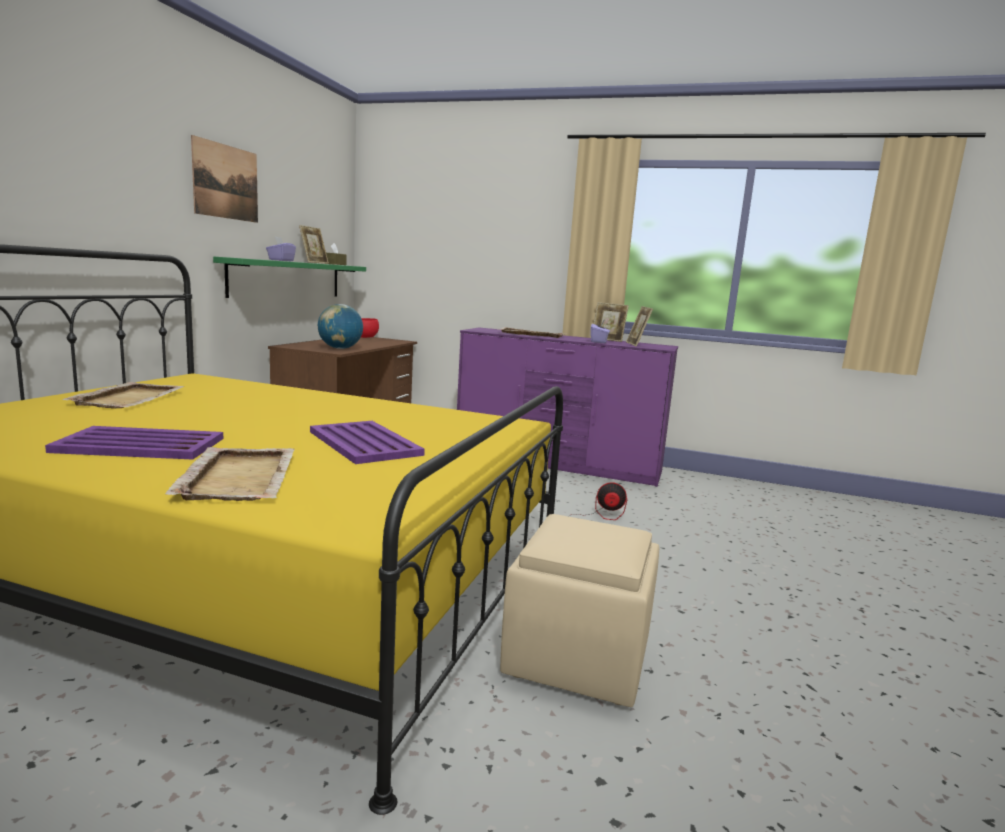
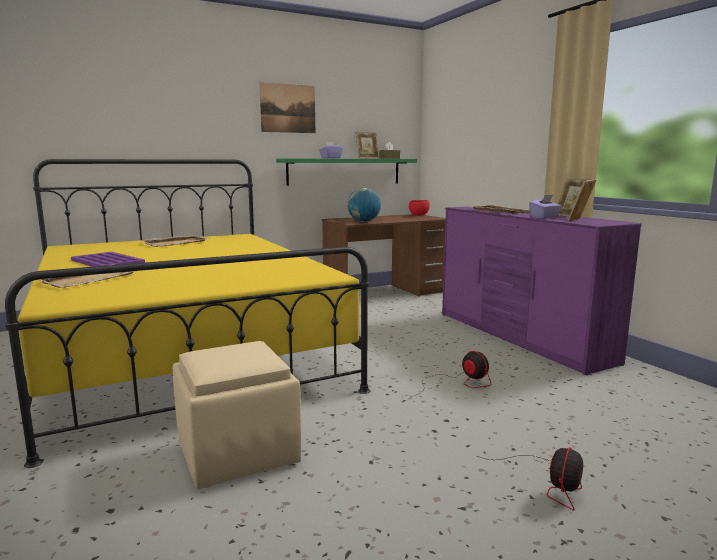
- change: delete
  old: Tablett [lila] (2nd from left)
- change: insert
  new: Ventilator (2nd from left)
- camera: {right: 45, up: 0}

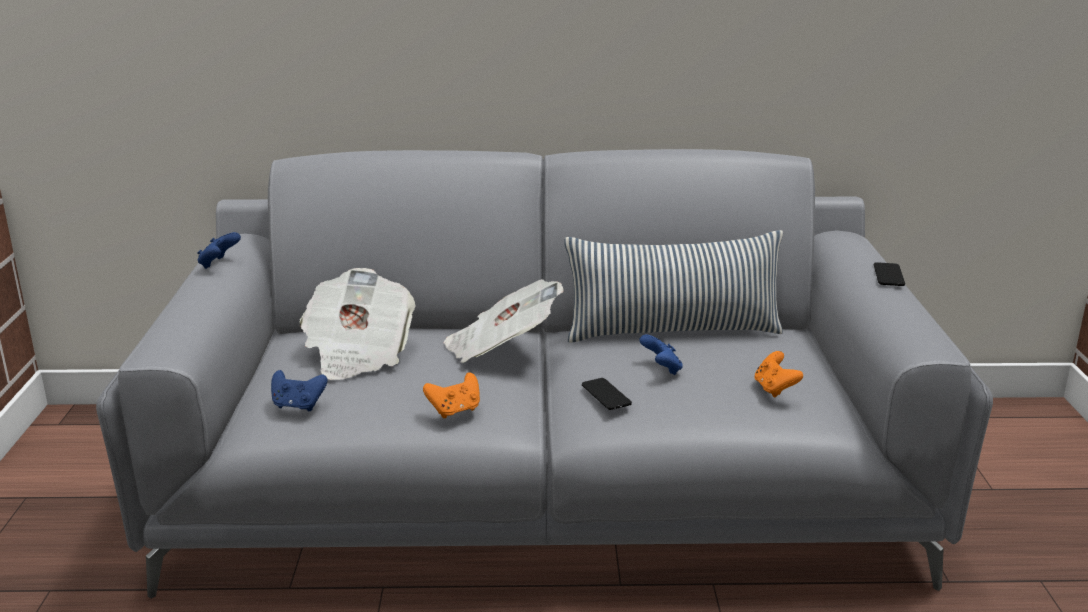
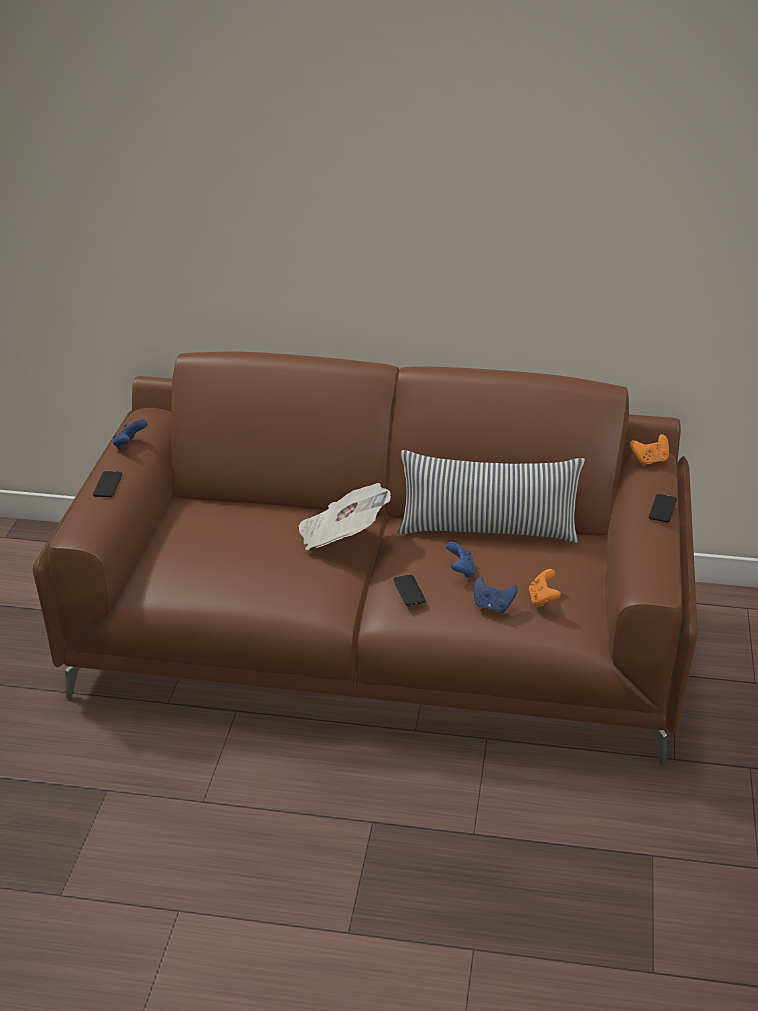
- change: recolor
  old: Sofa [grau]
  new: Sofa [braun]
- change: delete
  old: Zeitung (1st from left)
- change: move
  old: Gamepad [blau] (2nd from left in the first image)
  new: Gamepad [blau] (3rd from left)
- change: move
  old: Gamepad [orange] (1st from left in the first image)
  new: Gamepad [orange] (2nd from left)
- change: insert
  new: Handy (1st from left)
- camera: {right: 10, up: 10}

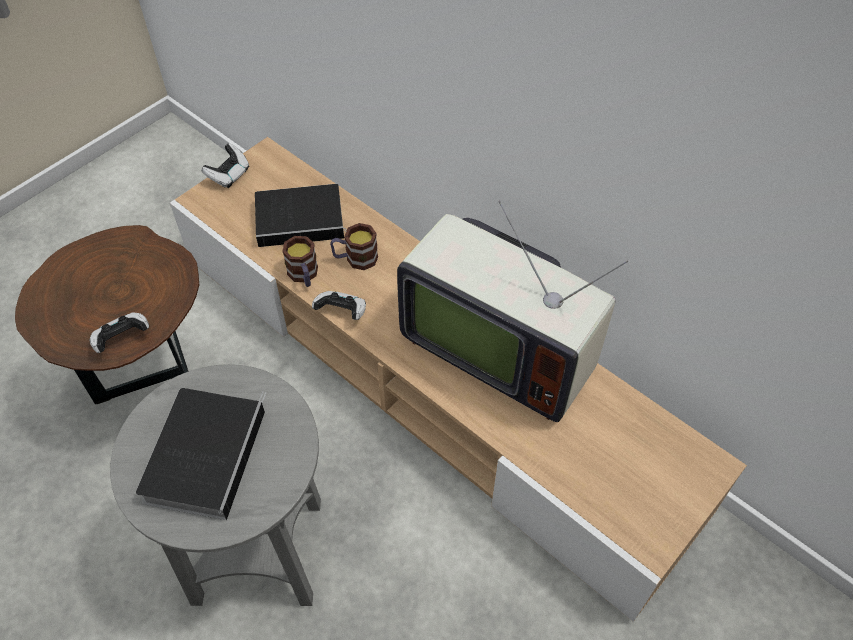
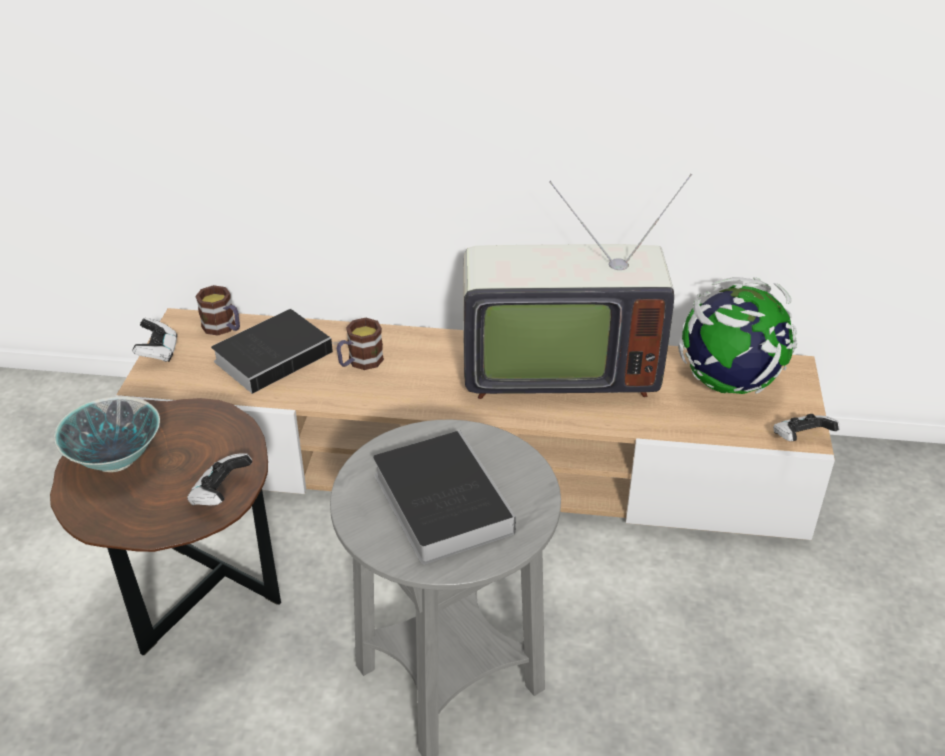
- change: move
  old: Henkelbecher (1st from left)
- change: move
  old: Gamepad (3rd from left)
- change: insert
  new: Globus
- change: insert
  new: Schüssel
- camera: {right: -35, up: -15}

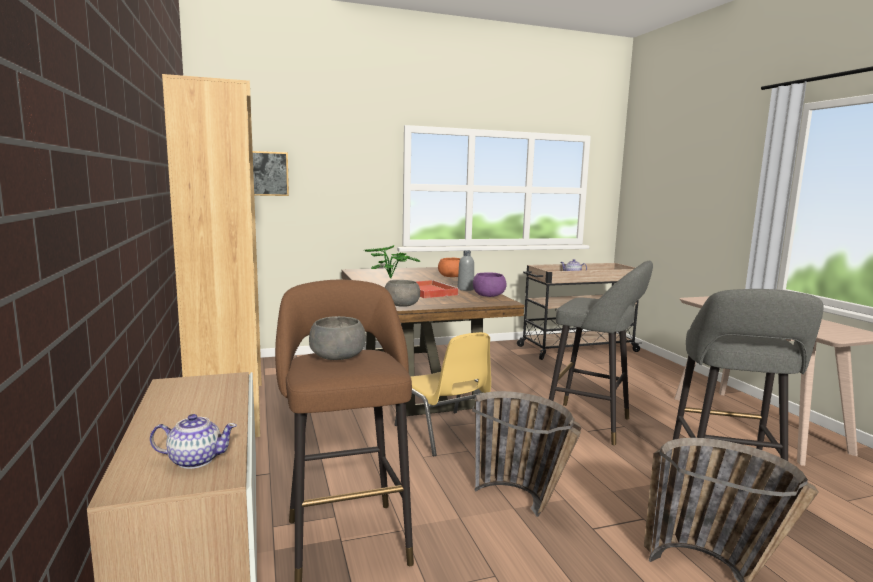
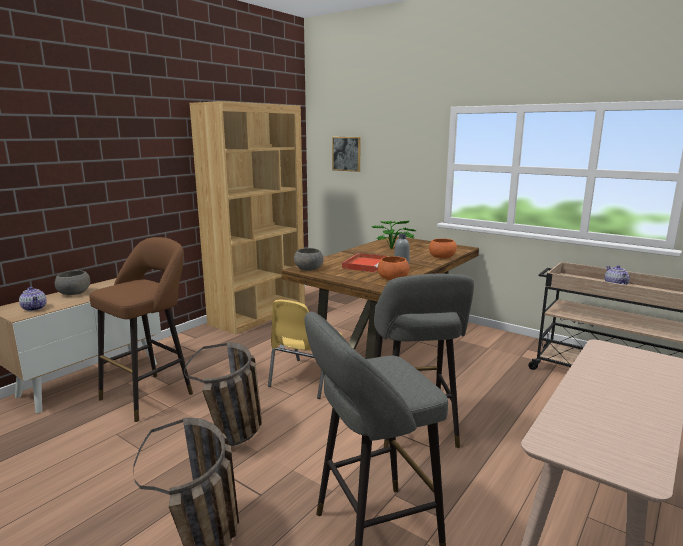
- change: recolor
  old: Schüssel [lila]
  new: Schüssel [orange] (1st from left)
- change: move
  old: Schüssel [grau] (1st from left)
- camera: {right: 55, up: 5}

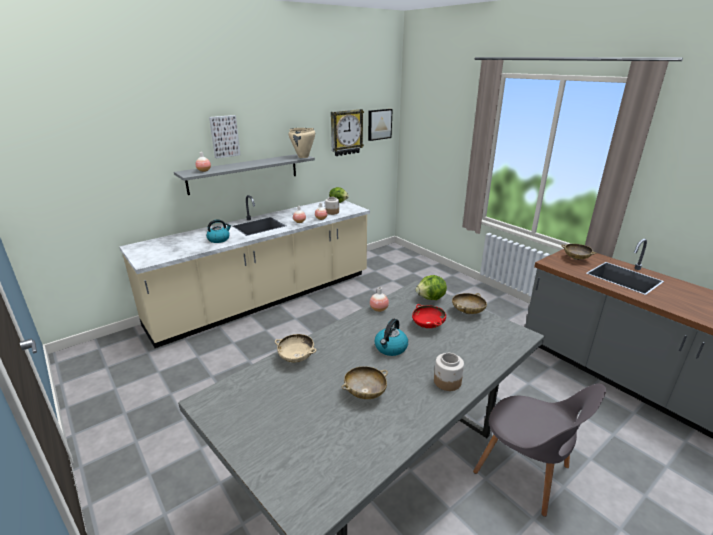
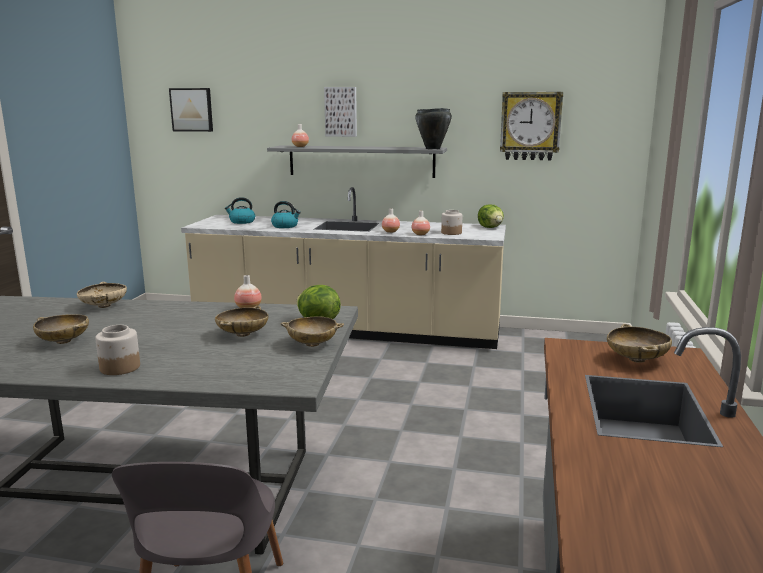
- change: move
  old: Bild (2nd from left in the first image)
  new: Bild (1st from left)
- change: recolor
  old: Kochtopf [beige]
  new: Kochtopf [schwarz]
- change: recolor
  old: Schüssel [rot]
  new: Schüssel [beige] (3rd from left)
- change: move
  old: Wasserkessel (2nd from left in the first image)
  new: Wasserkessel (1st from left)
- camera: {right: 50, up: -10}

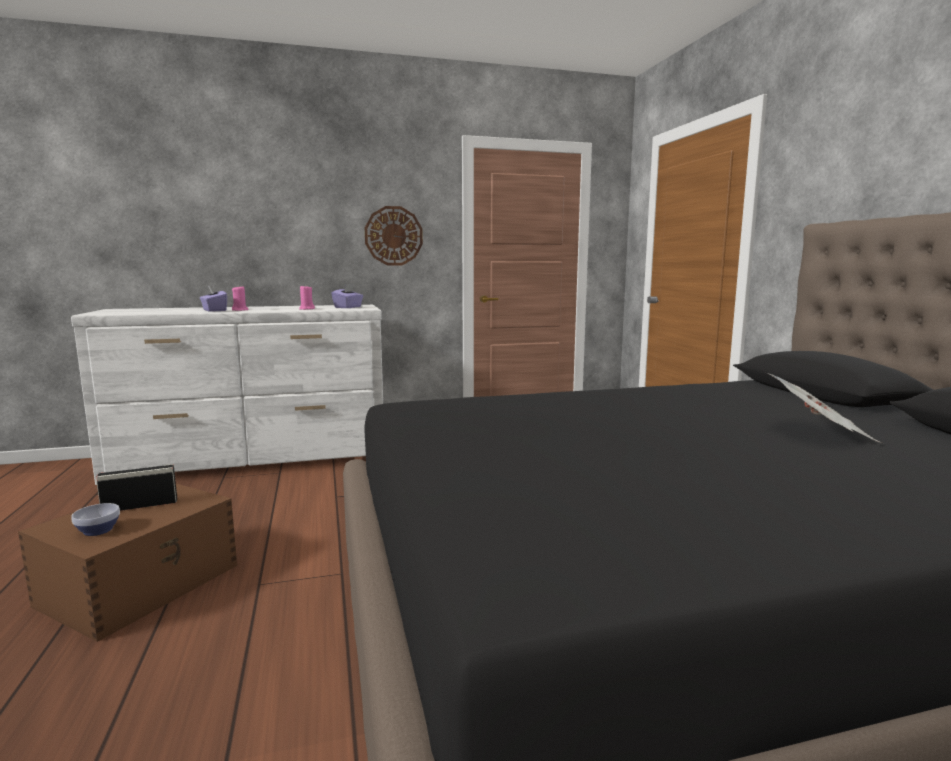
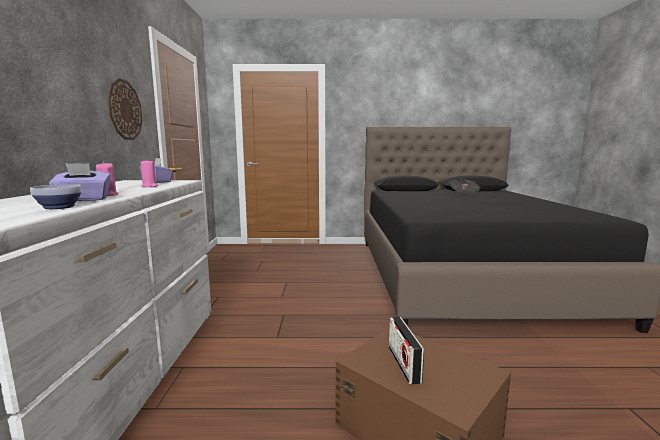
- change: move
  old: Schüssel
- camera: {right: -75, up: 0}

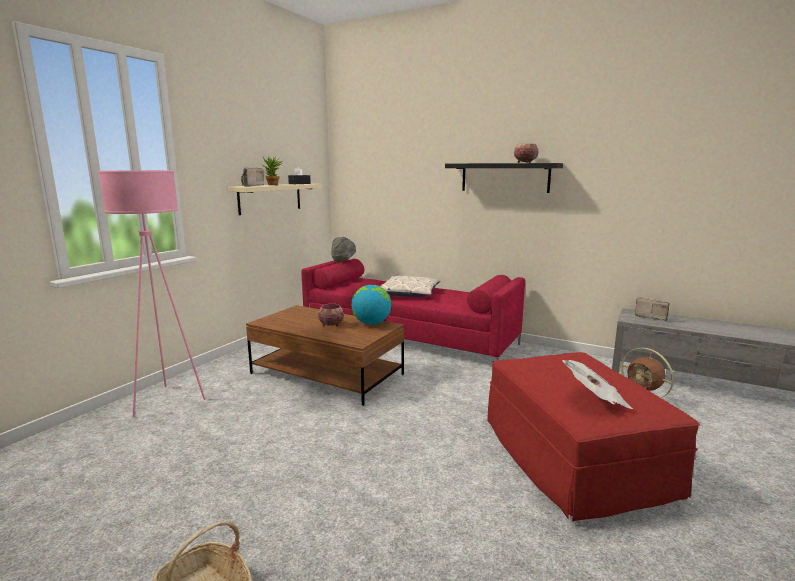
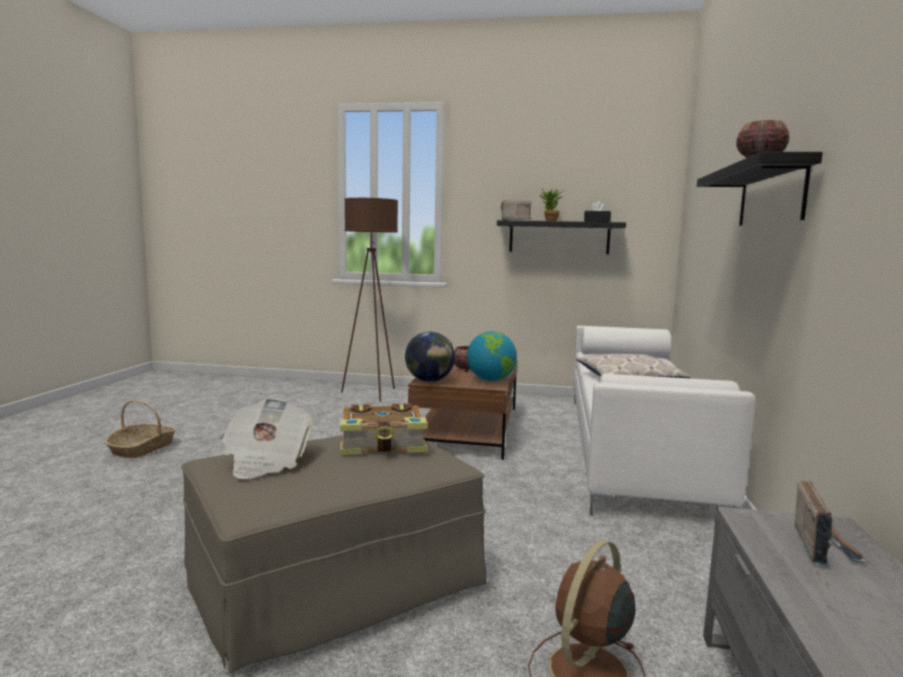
- change: recolor
  old: Stehlampe [rosa]
  new: Stehlampe [braun]
- change: recolor
  old: Wandregal [beige]
  new: Wandregal [schwarz] (1st from left)
- change: delete
  old: Hut [grau]
- change: recolor
  old: Sofa [rot]
  new: Sofa [weiß]
- change: recolor
  old: Polsterhocker [rot]
  new: Polsterhocker [beige]
- change: insert
  new: Globus (1st from left)
- change: insert
  new: Buch
- camera: {right: 70, up: -5}

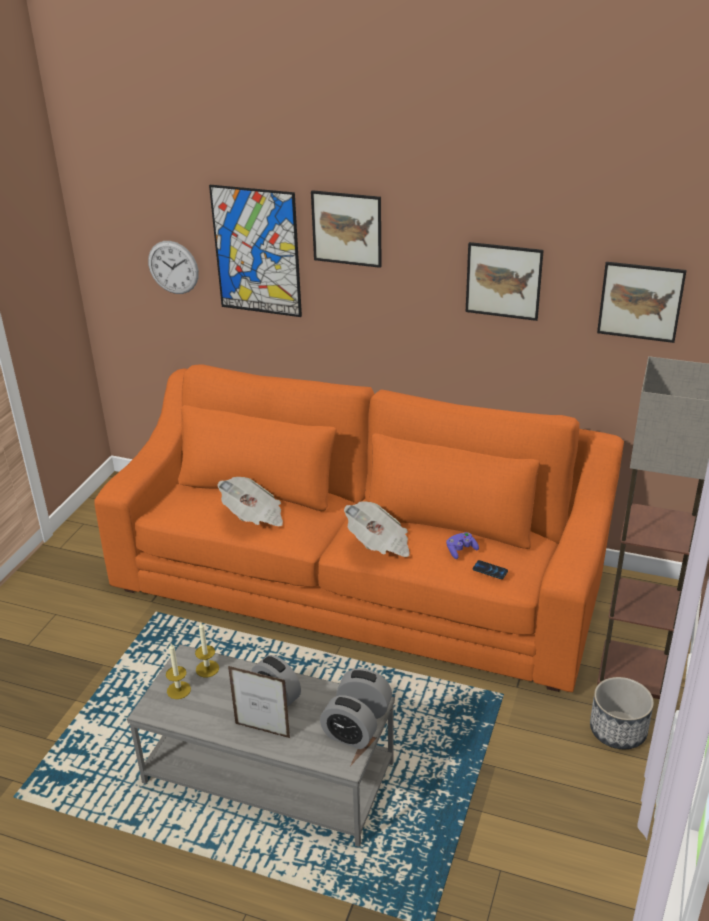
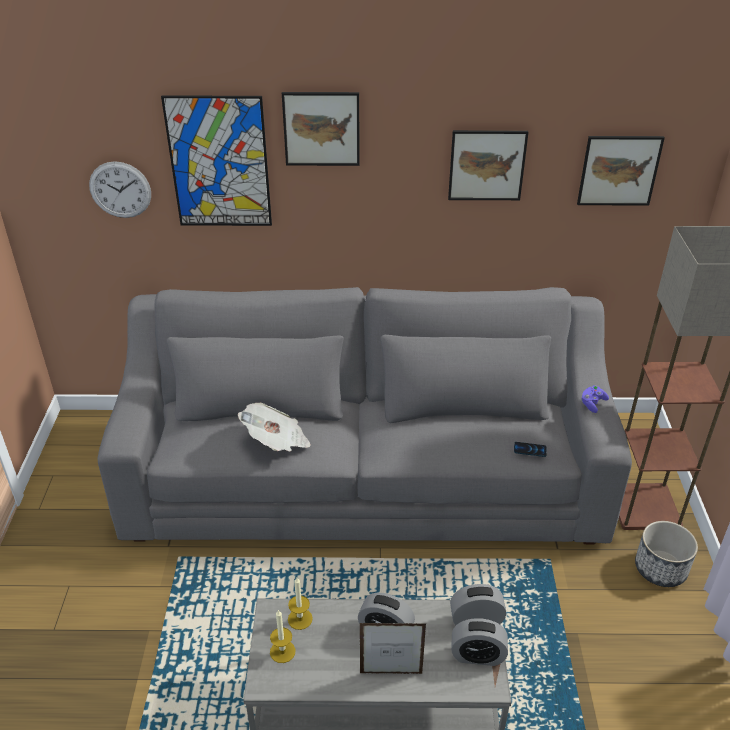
- change: recolor
  old: Sofa [orange]
  new: Sofa [grau]
- change: delete
  old: Zeitung (2nd from left)
- change: move
  old: Gamepad [lila]
- camera: {right: -20, up: 5}

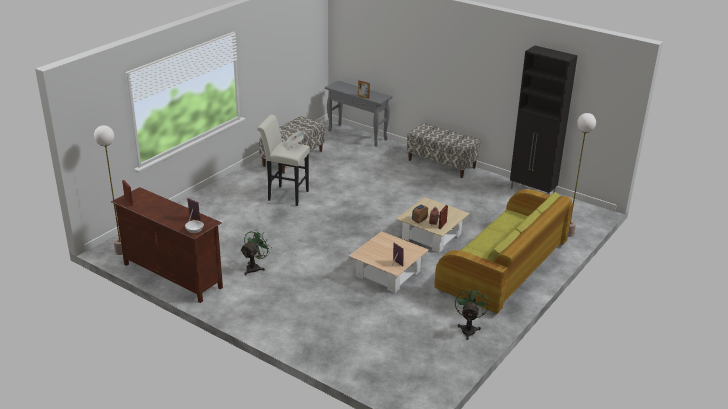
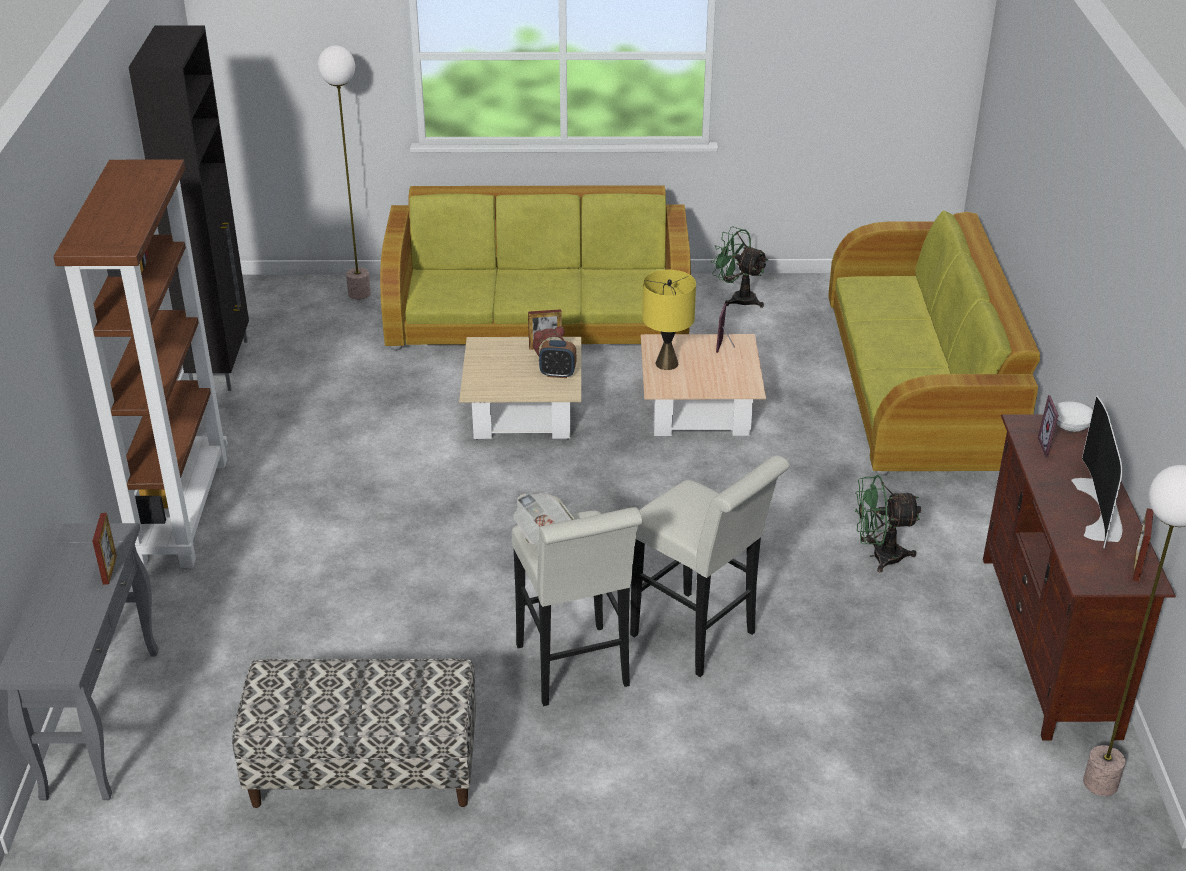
- change: replace
  old: Bank (2nd from left)
  new: Bücherregal [braun]
- change: rotate
  old: Ventilator [grün] (2nd from left in the first image)
  degrees: 60
- change: insert
  new: Sofa [grün] (2nd from left)
- change: insert
  new: Tischlampe [gelb]
- change: insert
  new: Fernseher
- change: insert
  new: Hocker [weiß] (2nd from left)
- camera: {right: -125, up: 5}

